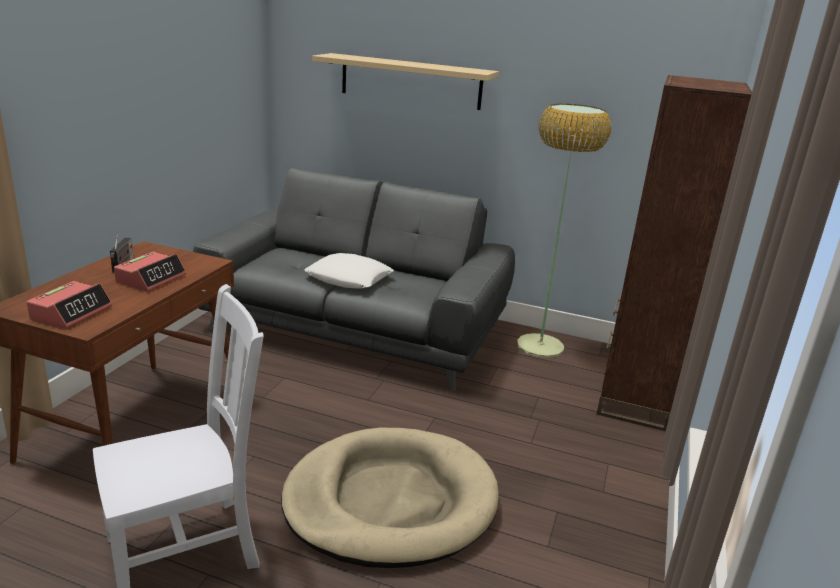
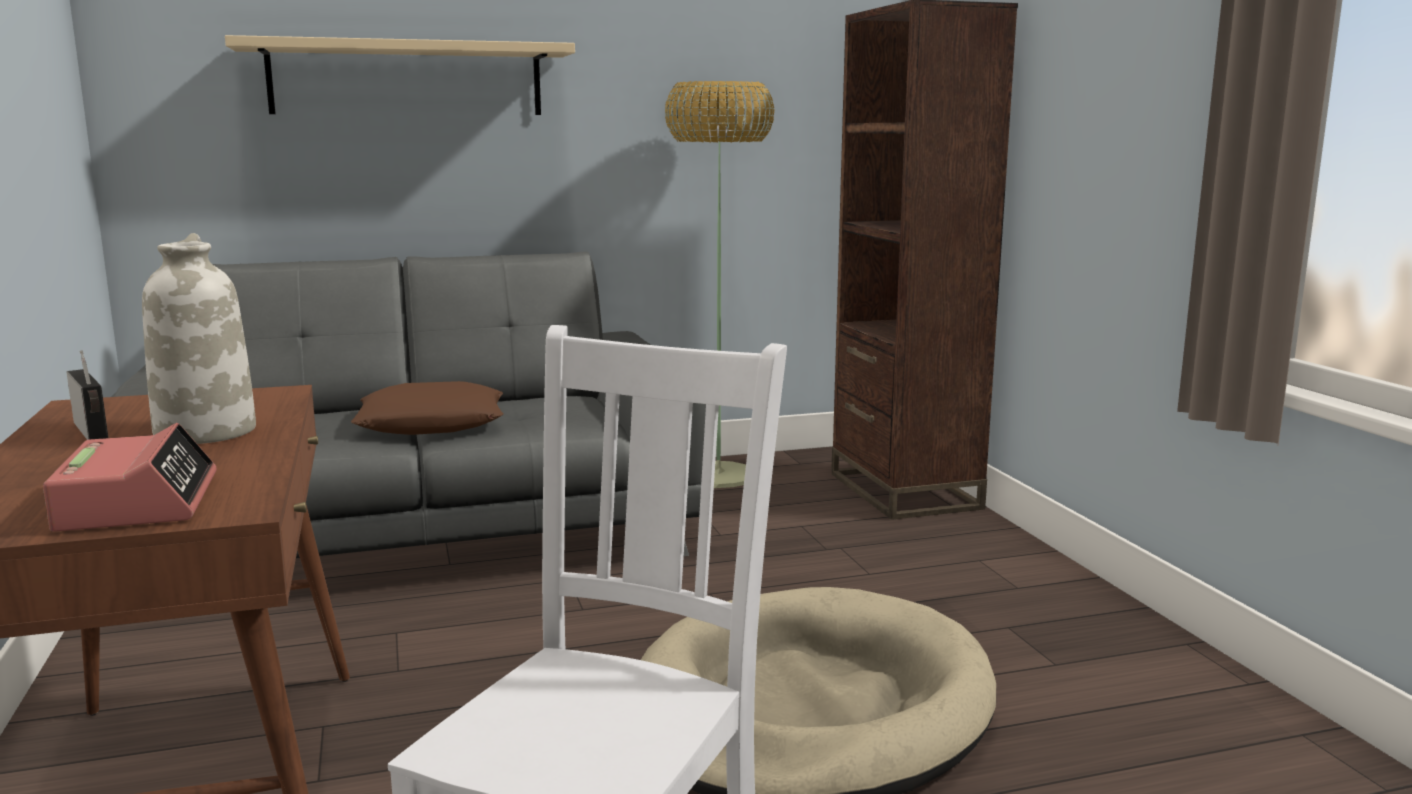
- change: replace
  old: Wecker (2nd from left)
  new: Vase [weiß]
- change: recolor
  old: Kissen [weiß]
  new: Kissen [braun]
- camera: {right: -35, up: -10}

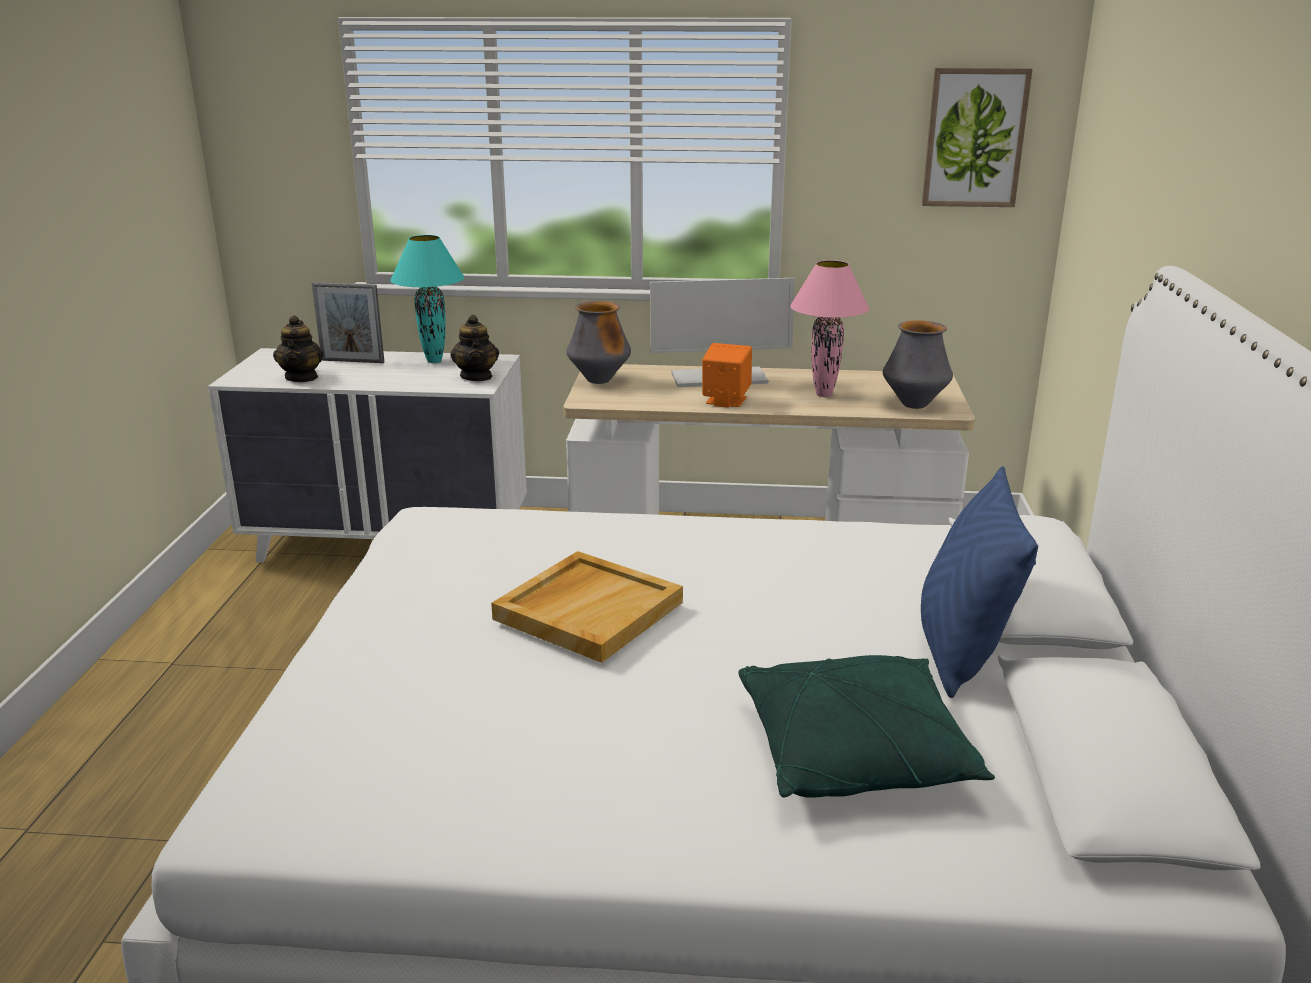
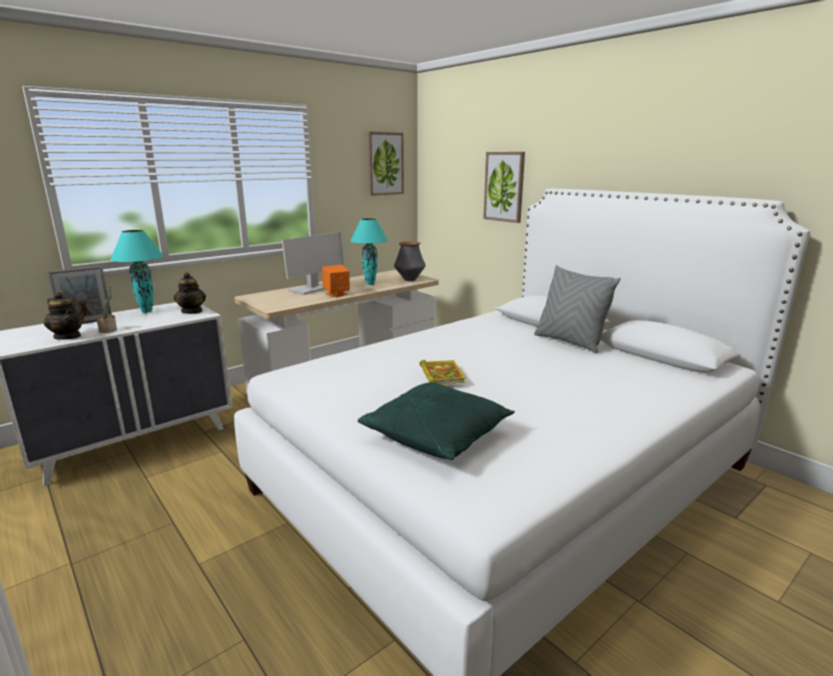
- change: recolor
  old: Tischlampe [rosa]
  new: Tischlampe [türkis] (2nd from left)
- change: delete
  old: Vase (1st from left)
- change: rotate
  old: Teekanne (2nd from left)
  degrees: 45
- change: recolor
  old: Kissen [blau]
  new: Kissen [grau]
- change: replace
  old: Tablett [beige]
  new: Buch
- change: move
  old: Kissen [grün]
- change: insert
  new: Bild (2nd from left)
- change: insert
  new: Topfpflanze
- camera: {right: -45, up: -5}

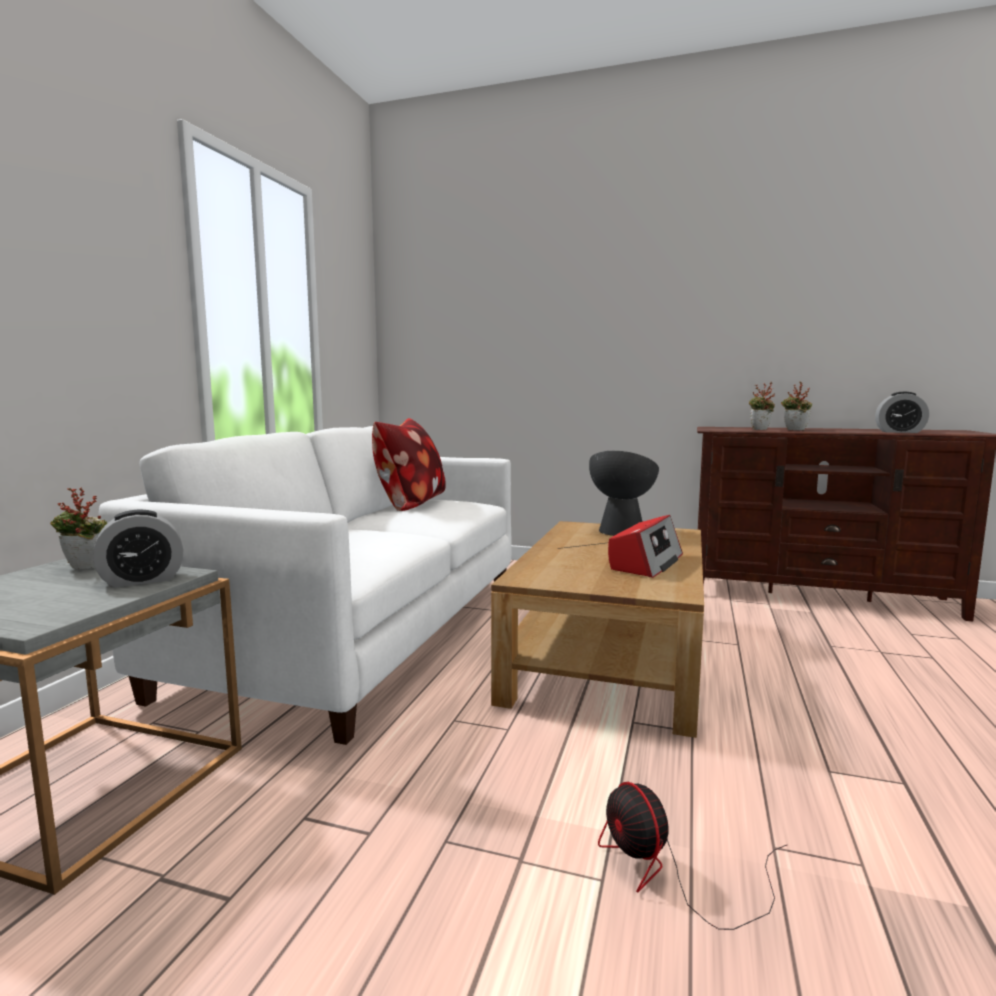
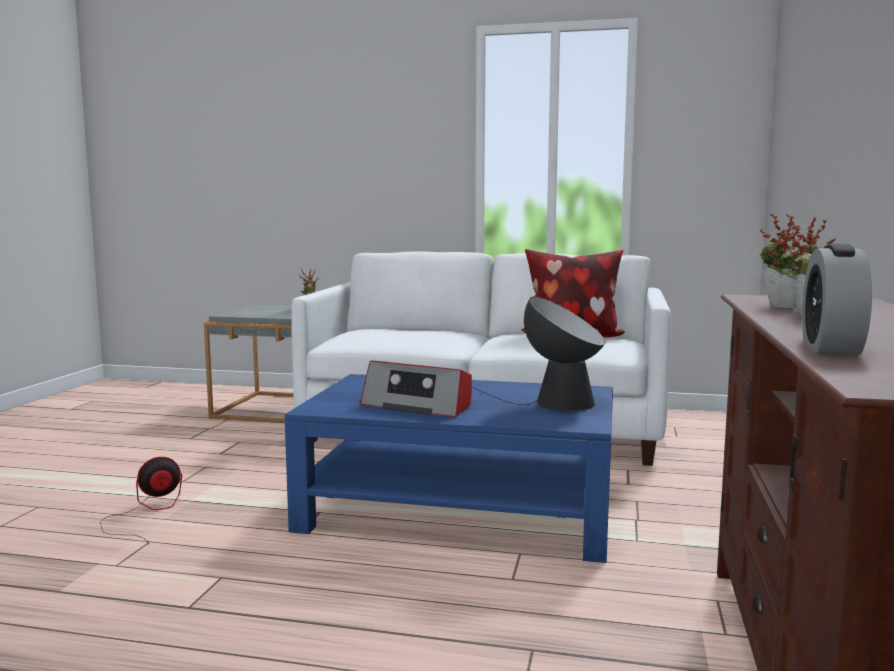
- change: delete
  old: Wecker (1st from left)
- change: recolor
  old: Couchtisch [braun]
  new: Couchtisch [blau]
- camera: {right: 85, up: 0}

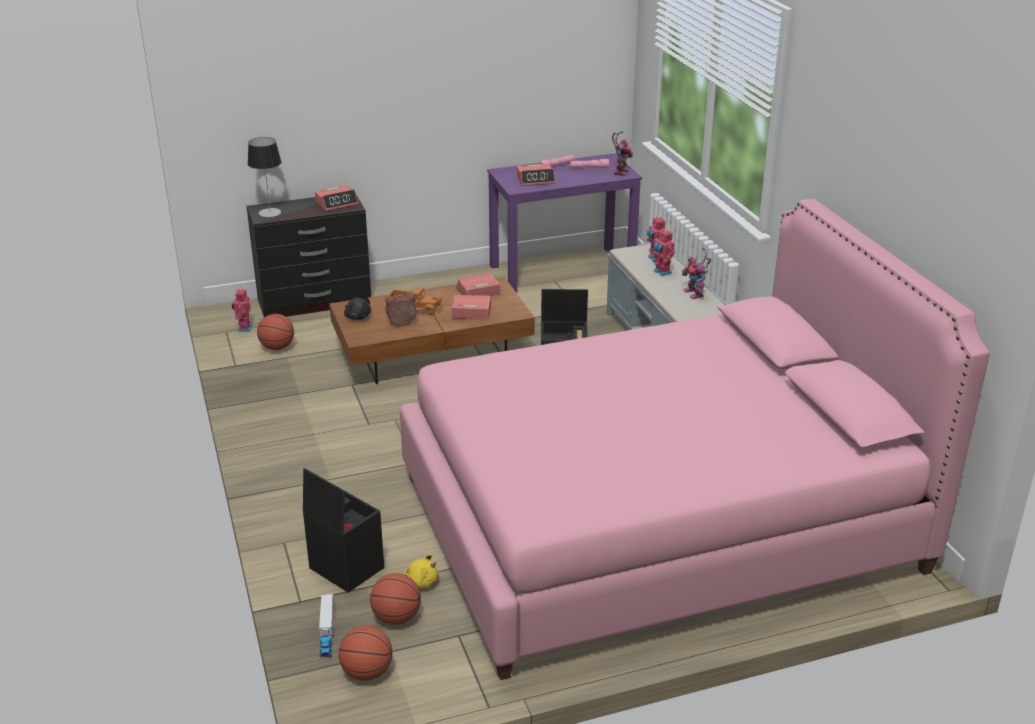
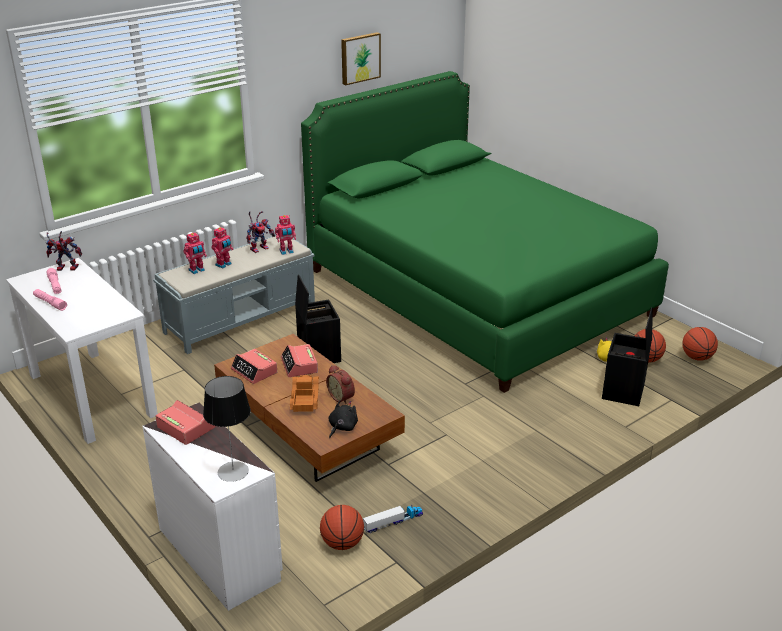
- change: recolor
  old: Schreibtisch [lila]
  new: Schreibtisch [weiß]
- change: delete
  old: Wecker (5th from left)
- change: recolor
  old: Kommode [schwarz]
  new: Kommode [weiß]
- change: recolor
  old: Bett [rosa]
  new: Bett [grün]
- change: move
  old: Spielzeugroboter (1st from left in the first image)
  new: Spielzeugroboter (5th from left)
- change: move
  old: Spielzeuglaster (1st from left in the first image)
  new: Spielzeuglaster (2nd from left)
- change: insert
  new: Bild
- camera: {right: -110, up: 0}

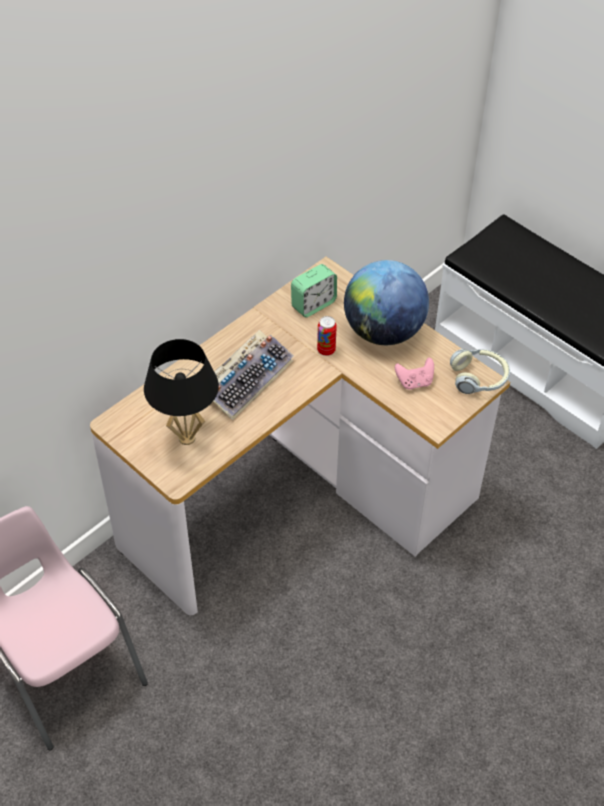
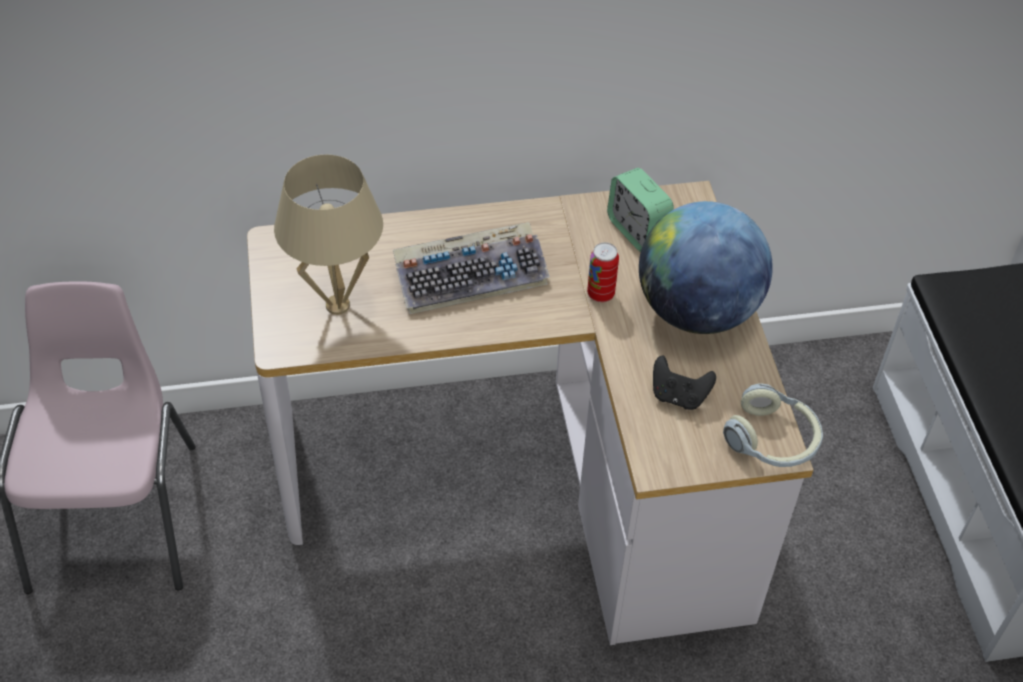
- change: rotate
  old: Wecker
  degrees: 60
- change: recolor
  old: Tischlampe [schwarz]
  new: Tischlampe [beige]
- change: recolor
  old: Gamepad [rosa]
  new: Gamepad [schwarz]
- camera: {right: 35, up: 0}

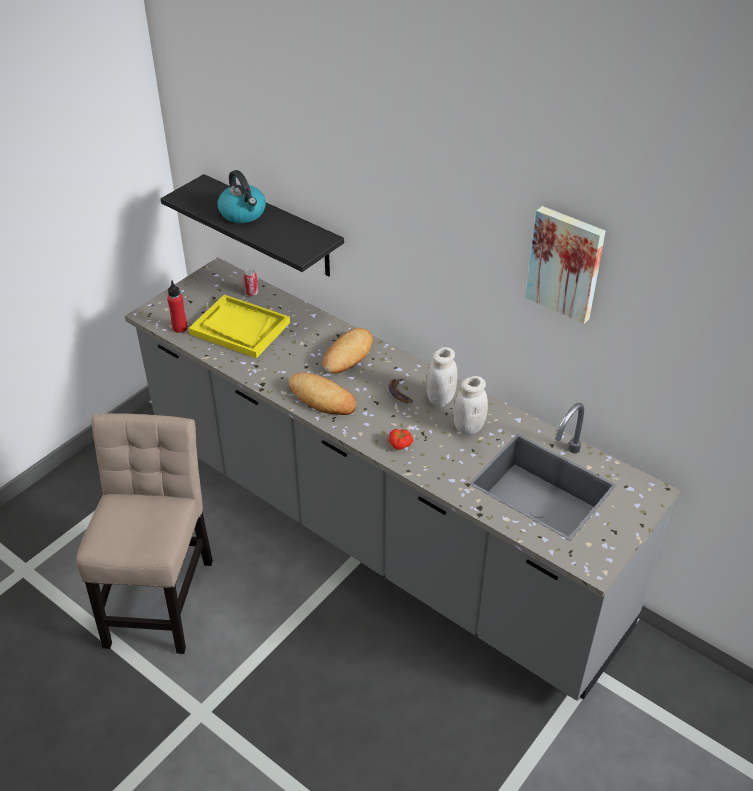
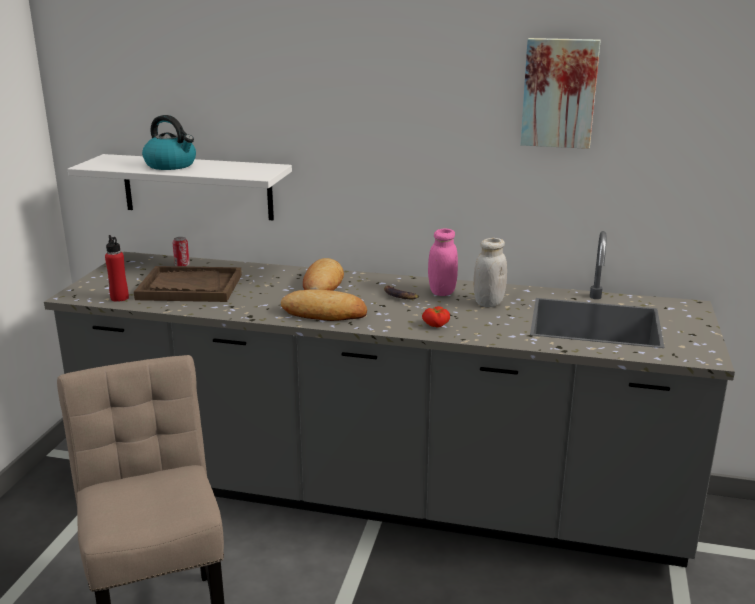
- change: recolor
  old: Wandregal [schwarz]
  new: Wandregal [weiß]
- change: recolor
  old: Tablett [gelb]
  new: Tablett [braun]
- change: recolor
  old: Vorratsglas [weiß] (1st from left)
  new: Vorratsglas [rosa]
- camera: {right: -25, up: -20}

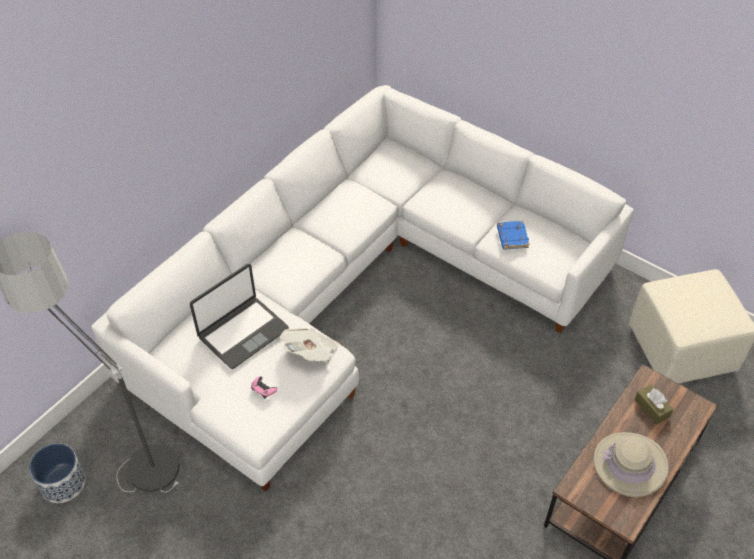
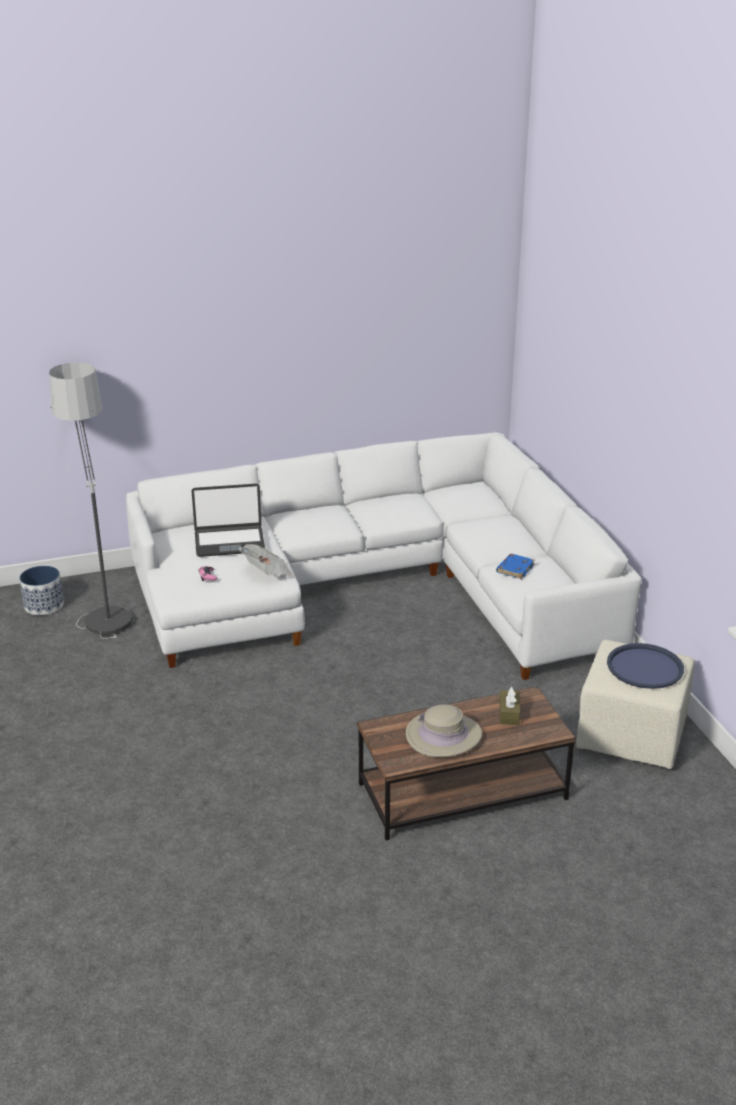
- change: insert
  new: Tablett [blau]
- camera: {right: 35, up: -20}

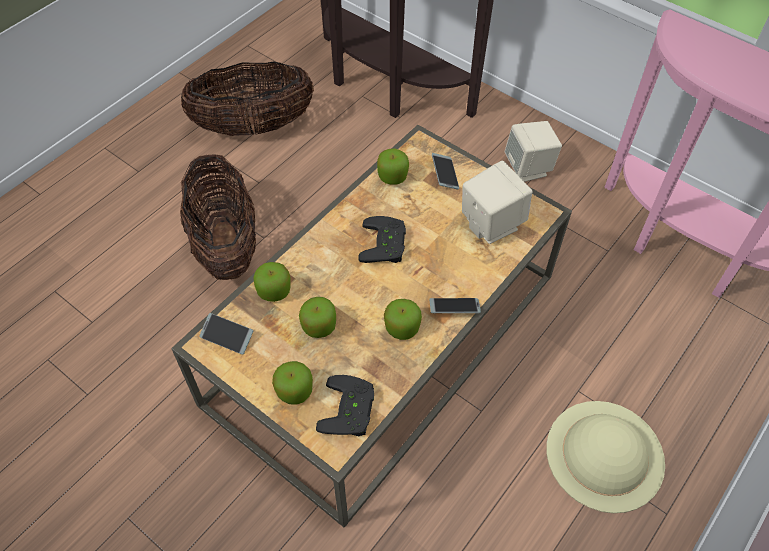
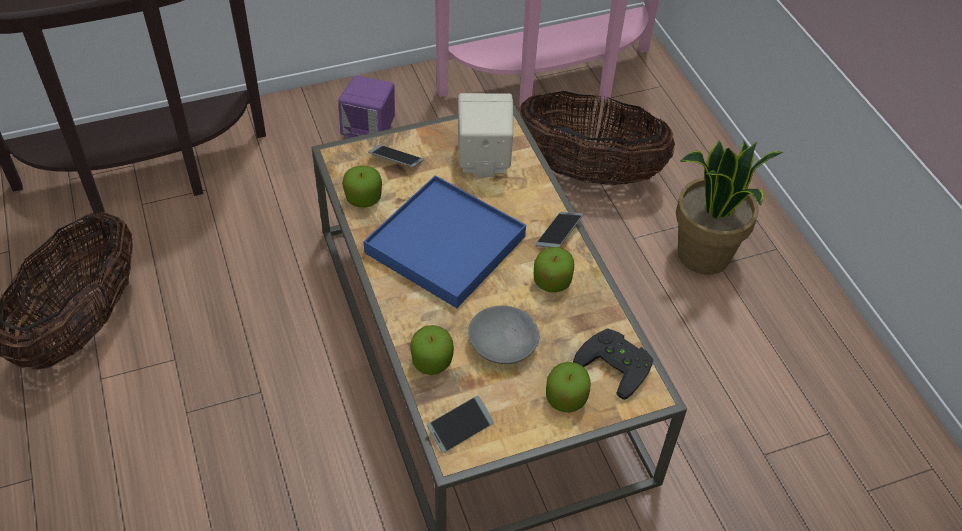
- change: recolor
  old: Lautsprecher [beige] (2nd from left)
  new: Lautsprecher [lila]
- change: move
  old: Korb (1st from left in the first image)
  new: Korb (2nd from left)
- change: replace
  old: Gamepad [schwarz] (2nd from left)
  new: Tablett [blau]
- change: replace
  old: Apfel (3rd from left)
  new: Schüssel [grau]
- change: replace
  old: Hut [beige]
  new: Topfpflanze
- camera: {right: -60, up: -5}

